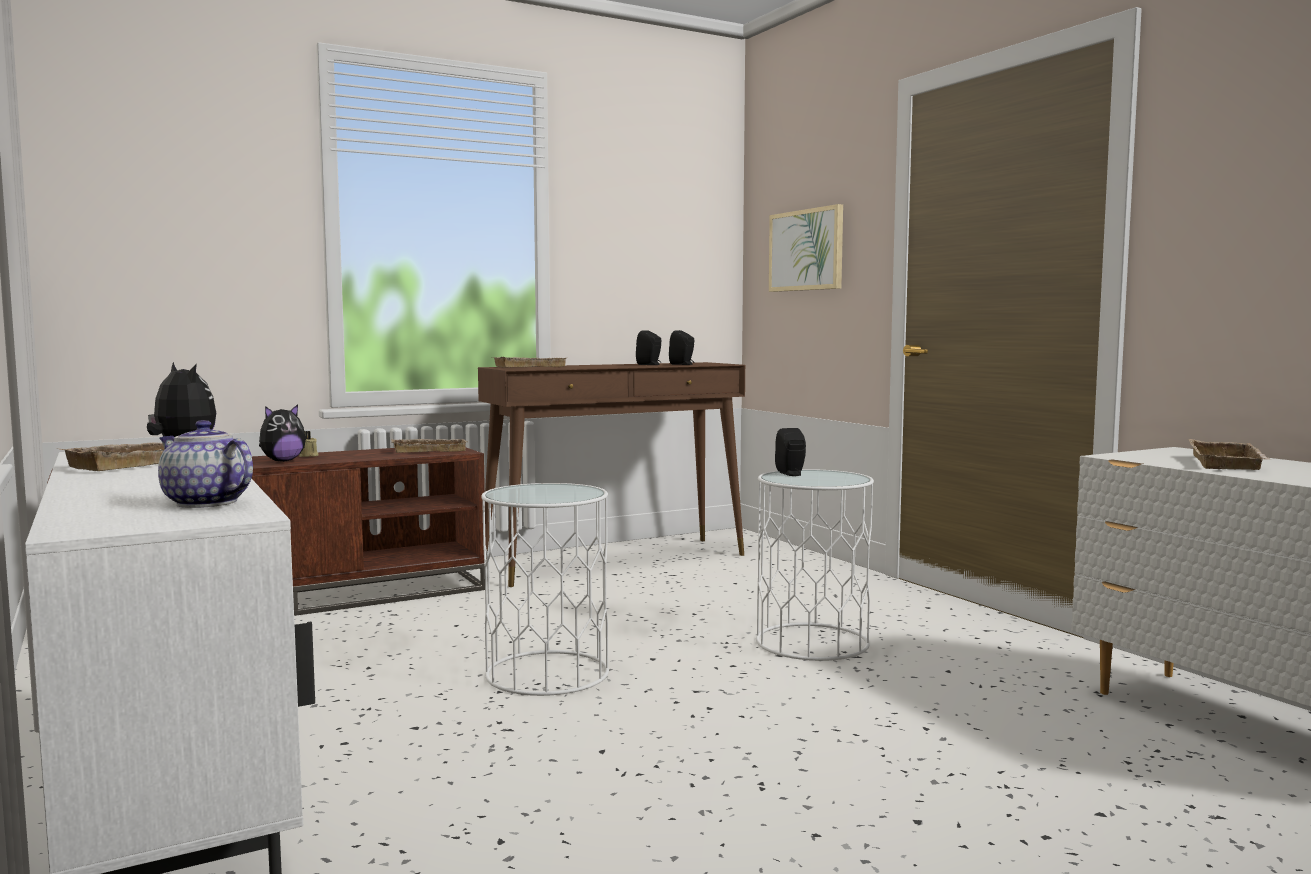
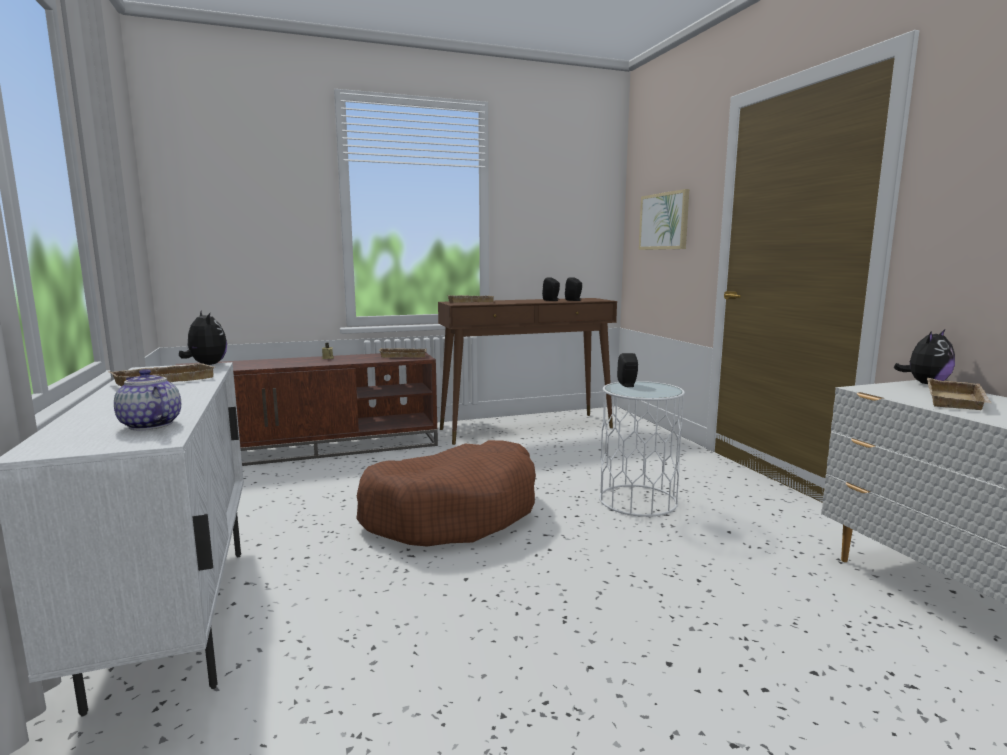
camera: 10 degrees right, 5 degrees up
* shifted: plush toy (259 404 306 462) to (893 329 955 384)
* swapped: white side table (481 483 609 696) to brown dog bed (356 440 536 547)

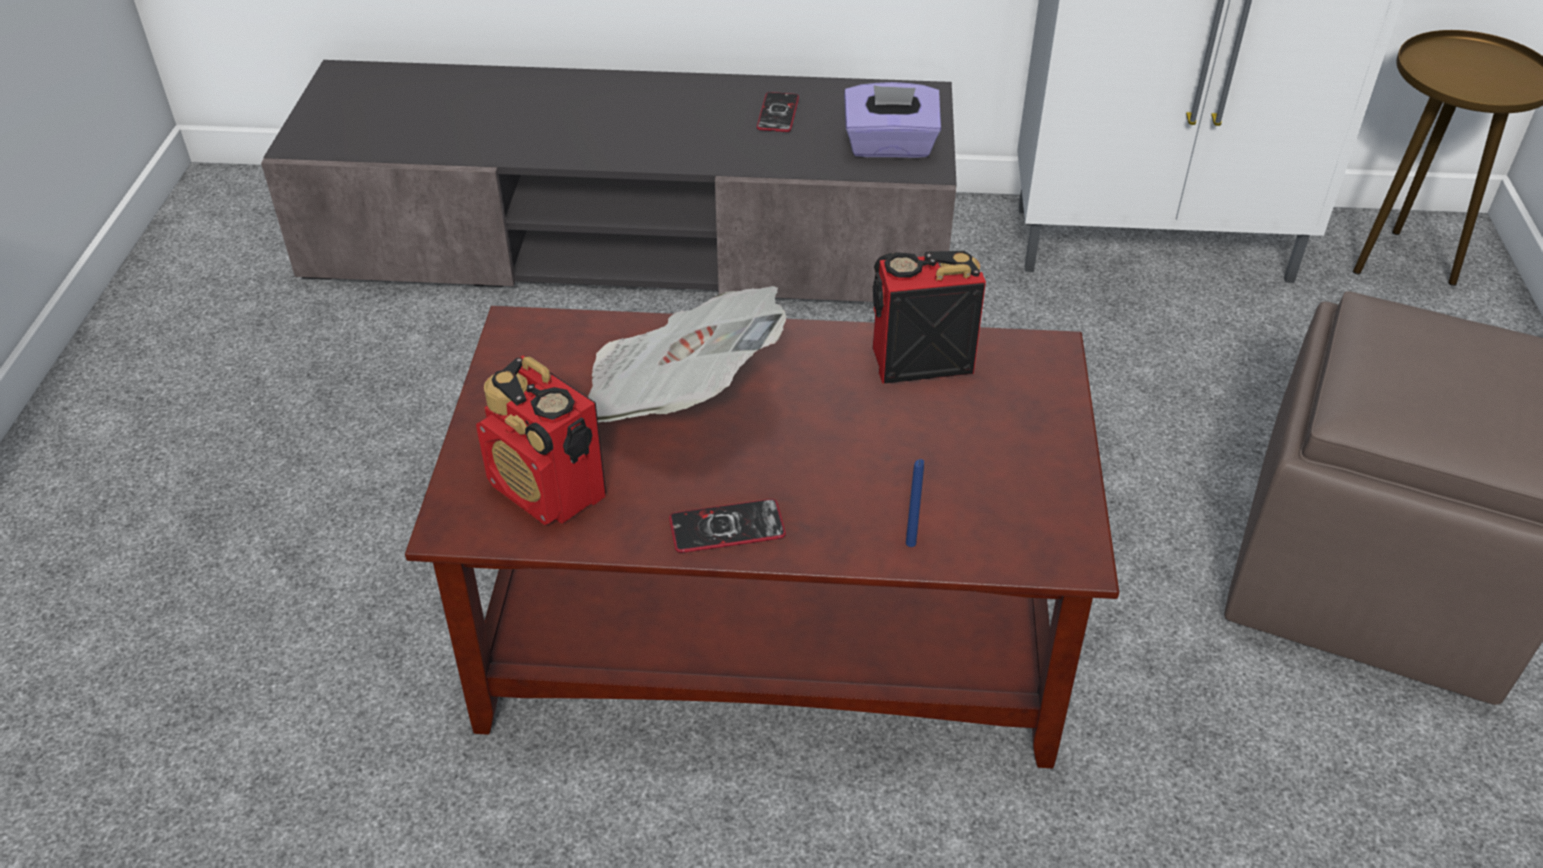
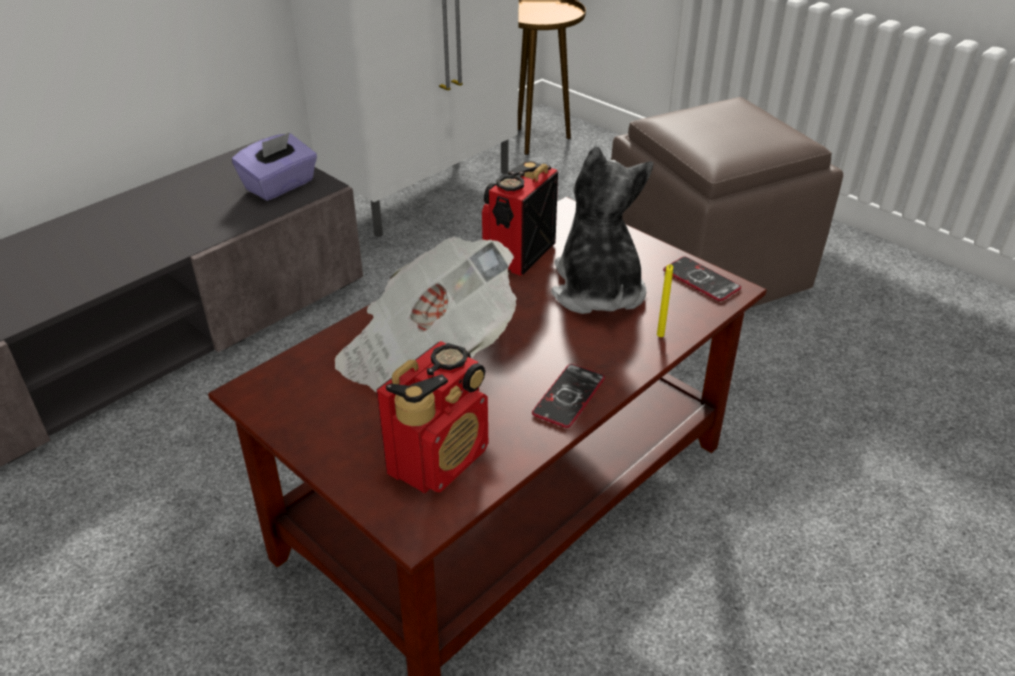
camera: 50 degrees left, 5 degrees down
* new: plush toy (552 146 654 314)
* shifted: phone (757 92 799 132) to (663 257 741 301)
* repainted: blue candle (906 459 924 547) to yellow candle (657 264 673 337)
* rotated: radio (476 356 606 525) = (377 341 488 494) 45 degrees counterclockwise

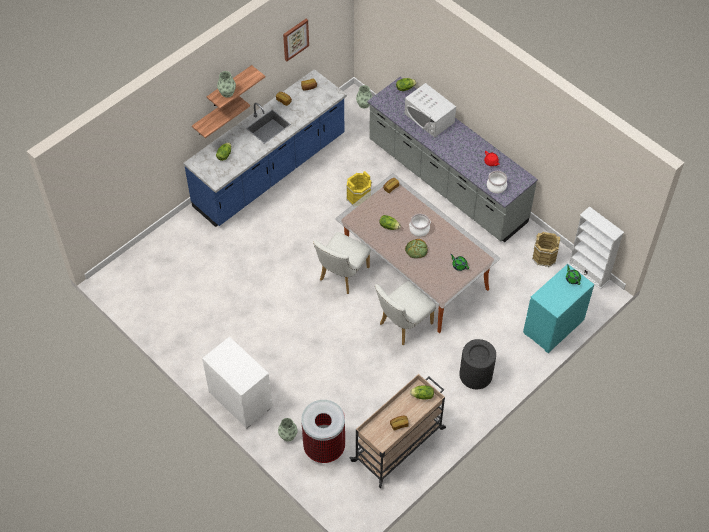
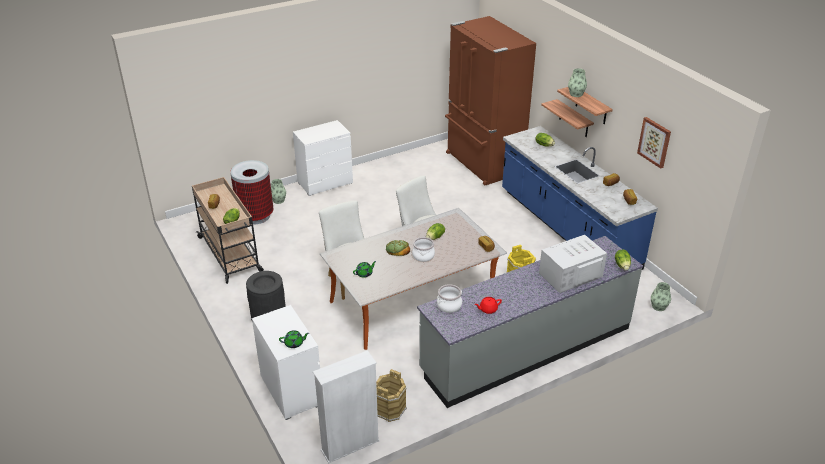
camera: 105 degrees right, 20 degrees down
* new: brown fridge (445 16 536 186)
* repainted: turquoise dresser (523 264 594 353) to white dresser (252 305 320 420)

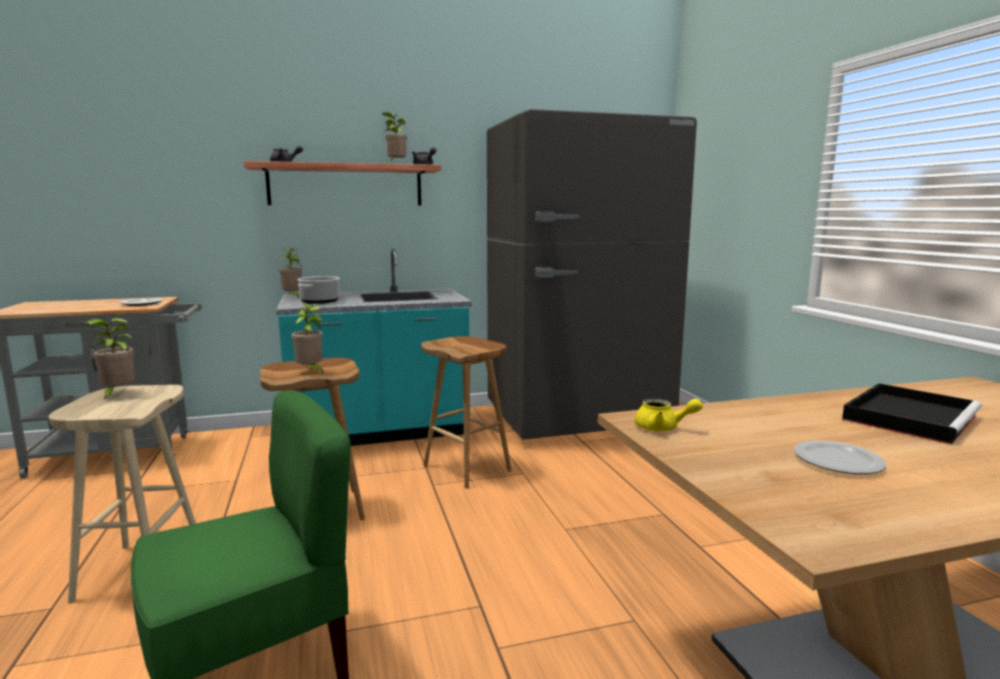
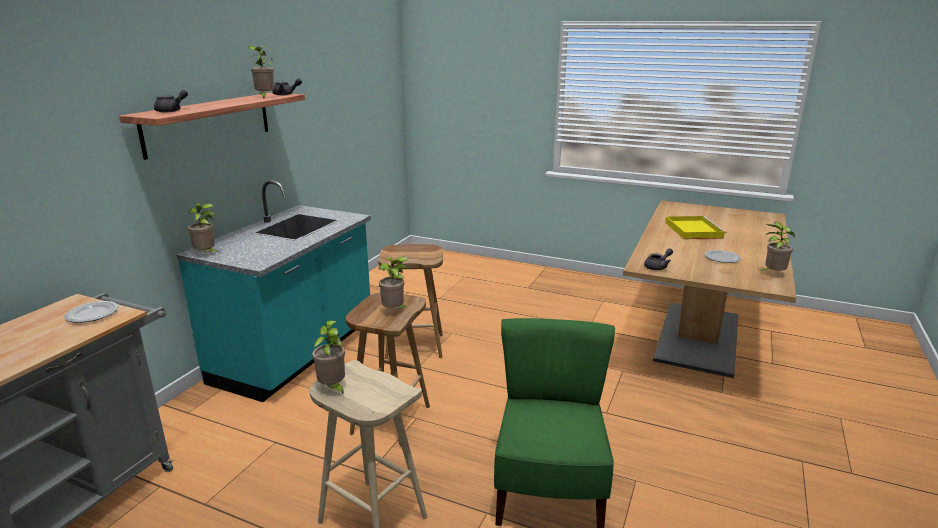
camera: 50 degrees left, 10 degrees up
* gone: cooking pot (297 276 340 304)
* gone: grey fridge (487 109 697 440)
* new: potted plant (759 222 795 272)
* repainted: yellow teapot (635 398 703 431) to grey teapot (644 248 673 270)
* repainted: black tray (842 383 982 444) to yellow tray (665 216 727 239)

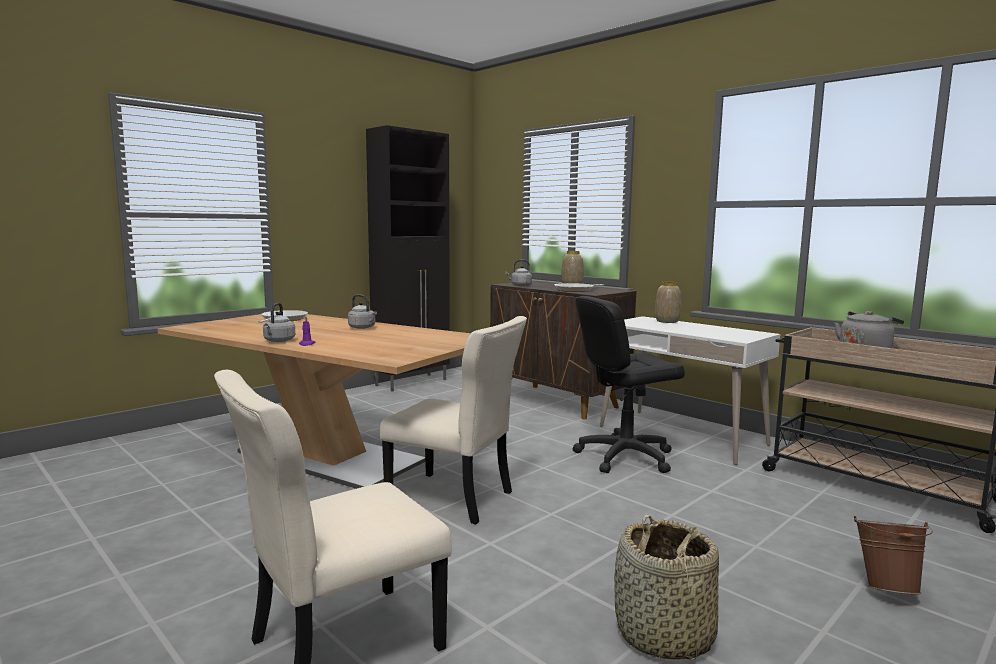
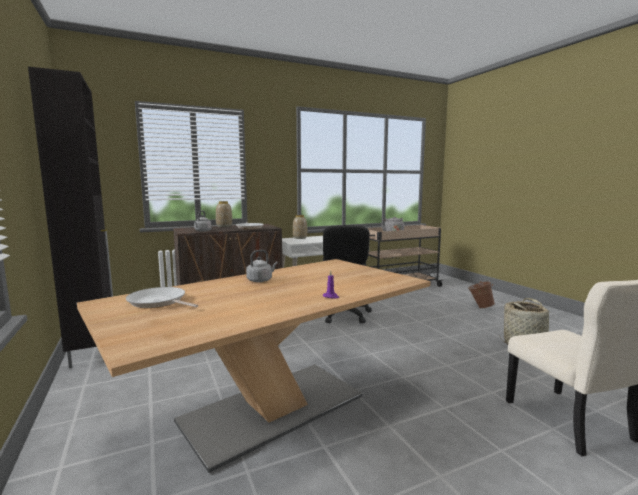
camera: 70 degrees left, 0 degrees up
* gone: grey kettle (263 303 295 342)
* gone: beige chair (380 316 527 524)

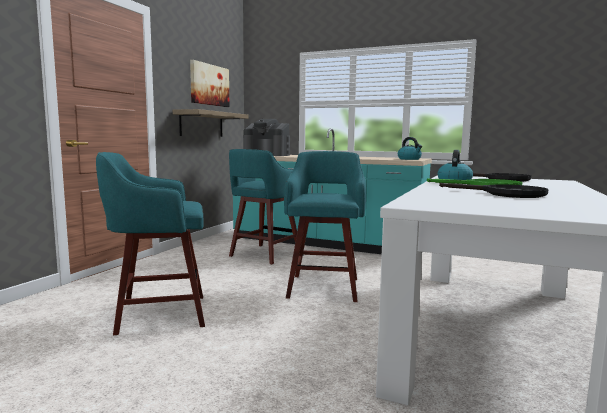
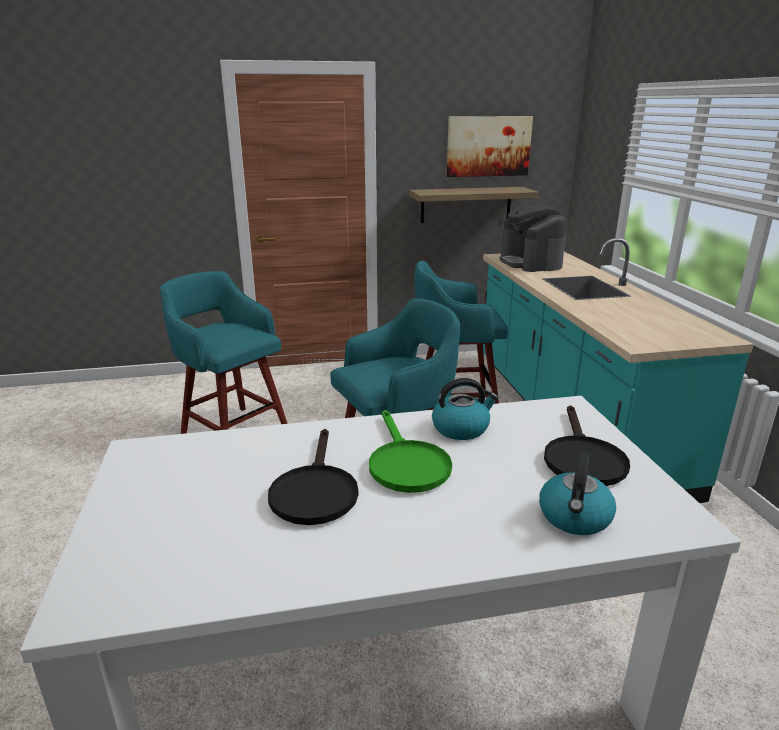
camera: 55 degrees right, 15 degrees up
* shifted: kettle (398 137 422 160) to (539 452 616 535)

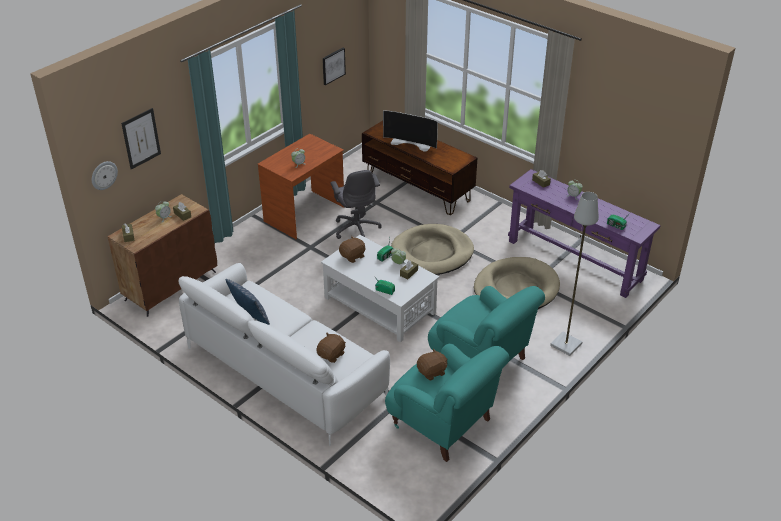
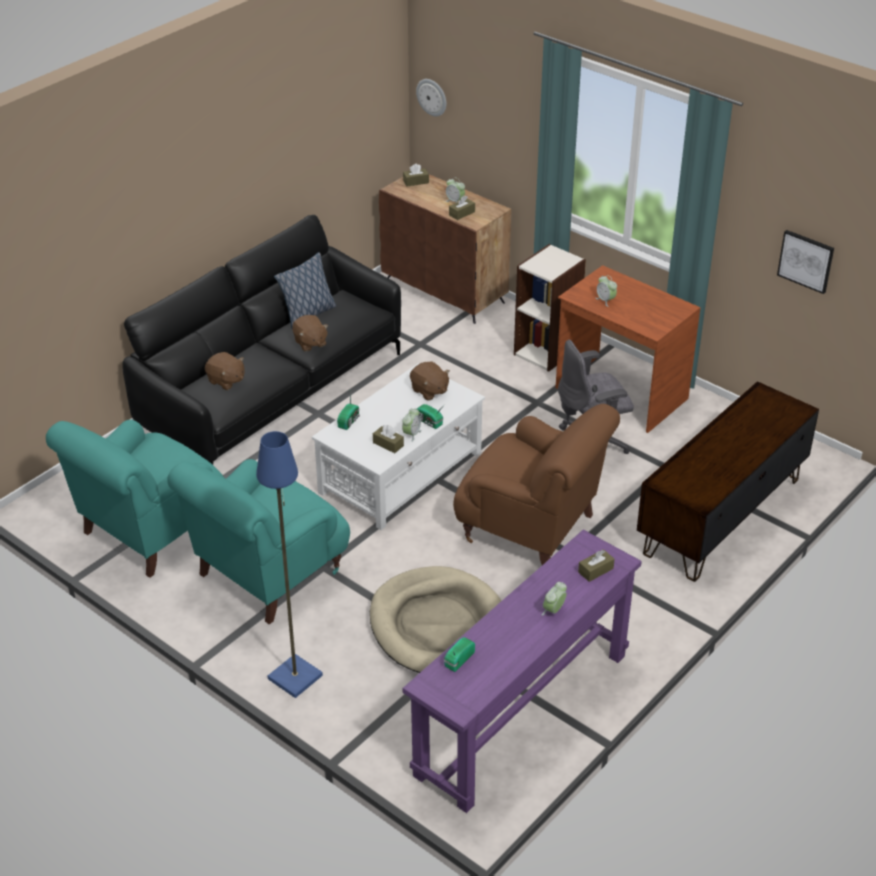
camera: 90 degrees right, 0 degrees up
* gone: picture (121 108 161 170)
* gone: television (383 110 438 152)
* new: bookcase (514 244 586 372)
* shifted: brown plush toy (417 348 448 381) to (292 315 328 352)
* swapped: beige dog bed (391 224 474 275) to brown armchair (453 404 620 565)
* repainted: white sofa (178 263 390 446) to black sofa (122 215 401 465)
* repainted: grey floor lamp (550 192 599 356) to blue floor lamp (256 431 323 698)

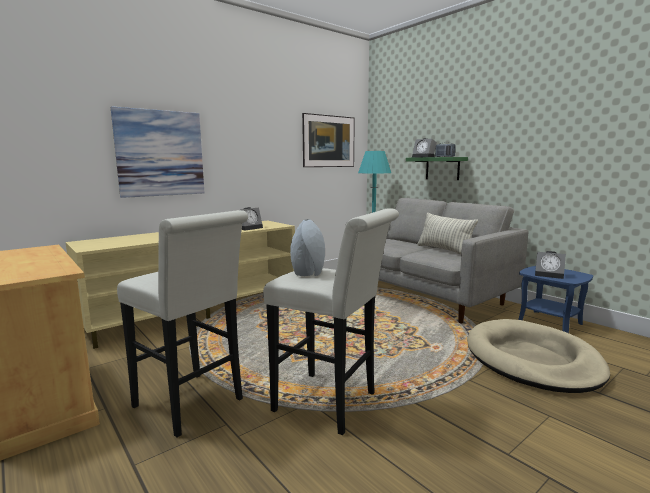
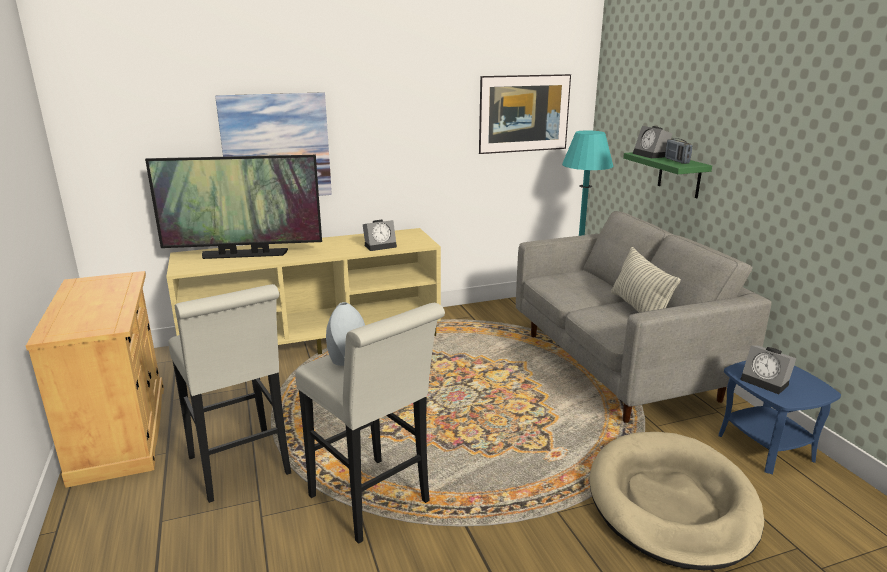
camera: 20 degrees right, 10 degrees up
* new: television (145 155 322 259)

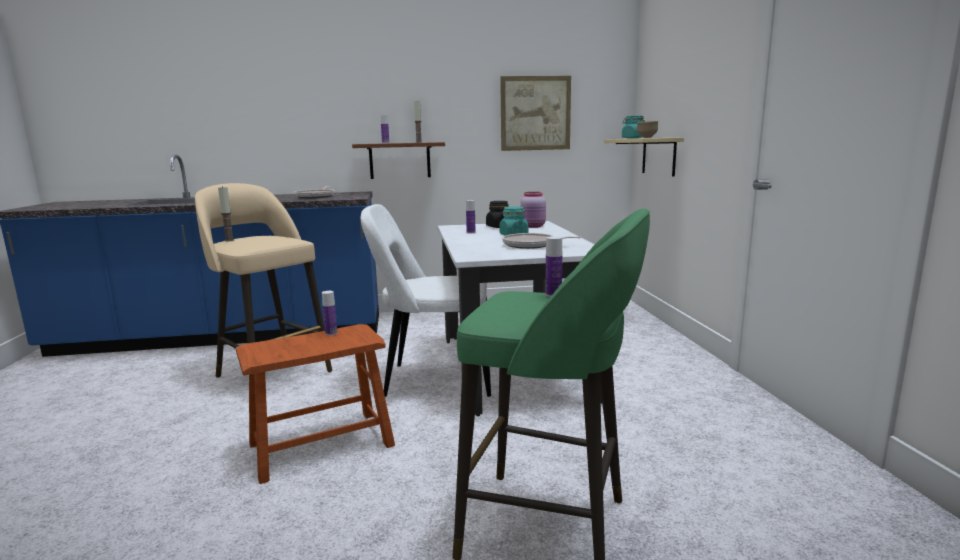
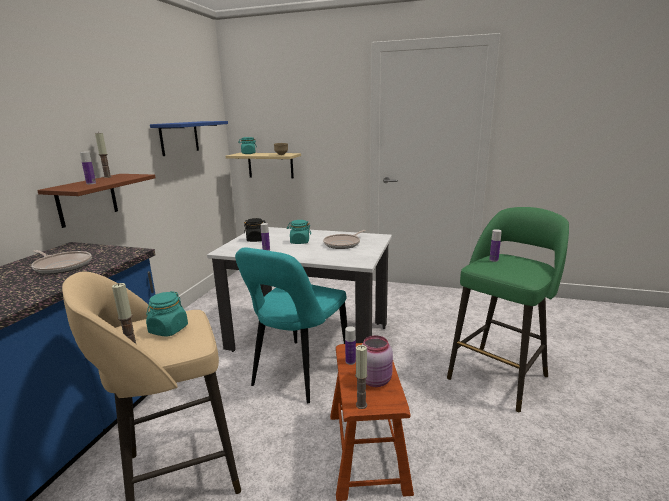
camera: 65 degrees left, 5 degrees up
* new: turquoise jar (146 291 188 337)
* new: candle (355 345 368 409)
* shifted: pink jar (520 192 546 228) to (362 335 393 387)
* swapped: picture (500 76 571 151) to blue shelf (150 121 228 156)
* repainted: white chair (361 204 491 397) to turquoise chair (235 247 347 403)

